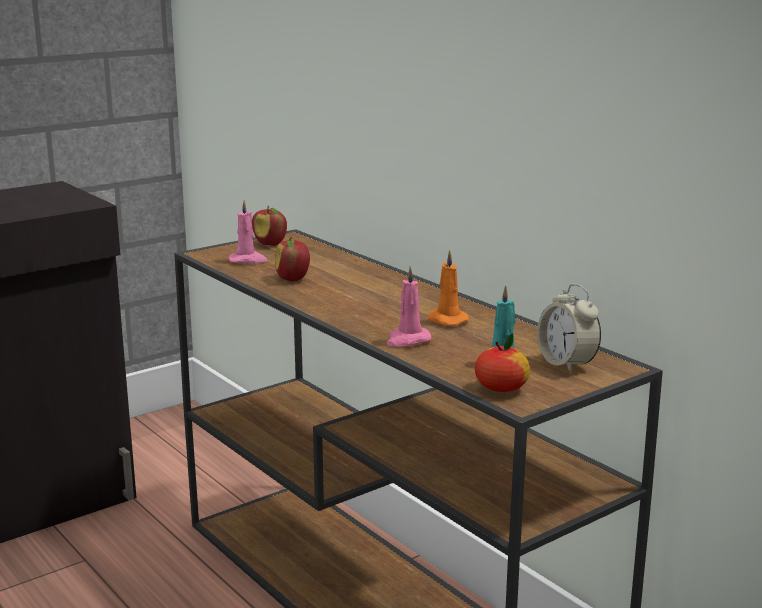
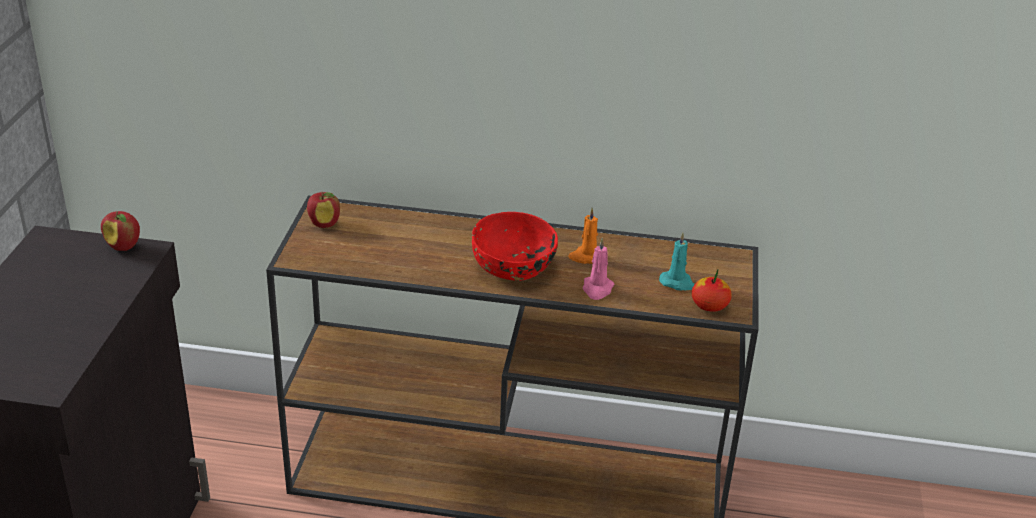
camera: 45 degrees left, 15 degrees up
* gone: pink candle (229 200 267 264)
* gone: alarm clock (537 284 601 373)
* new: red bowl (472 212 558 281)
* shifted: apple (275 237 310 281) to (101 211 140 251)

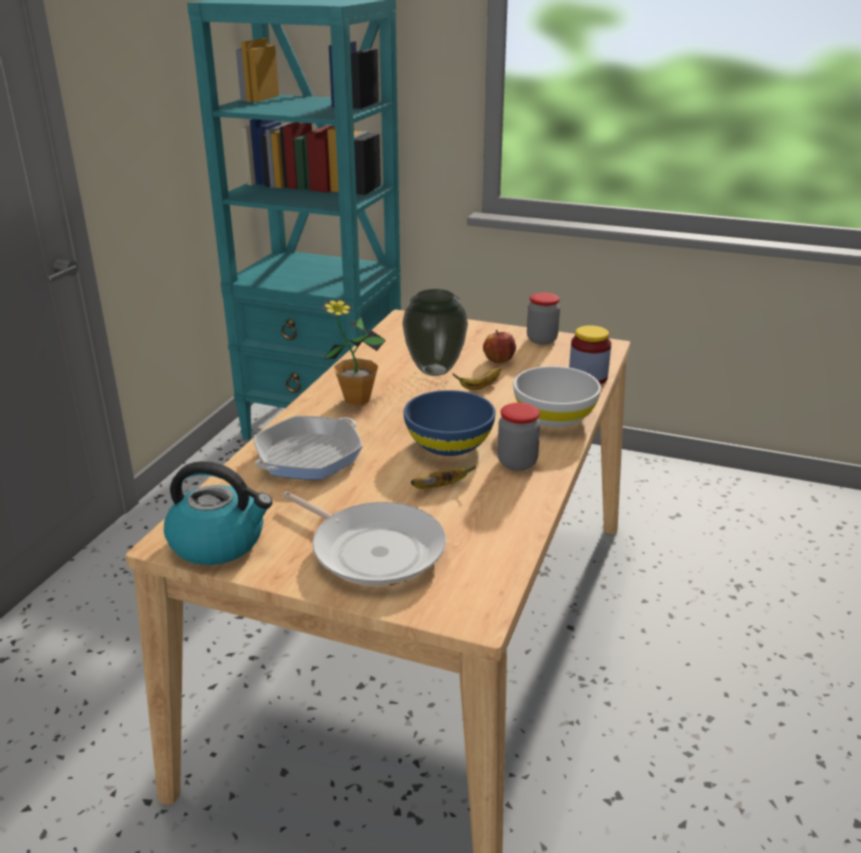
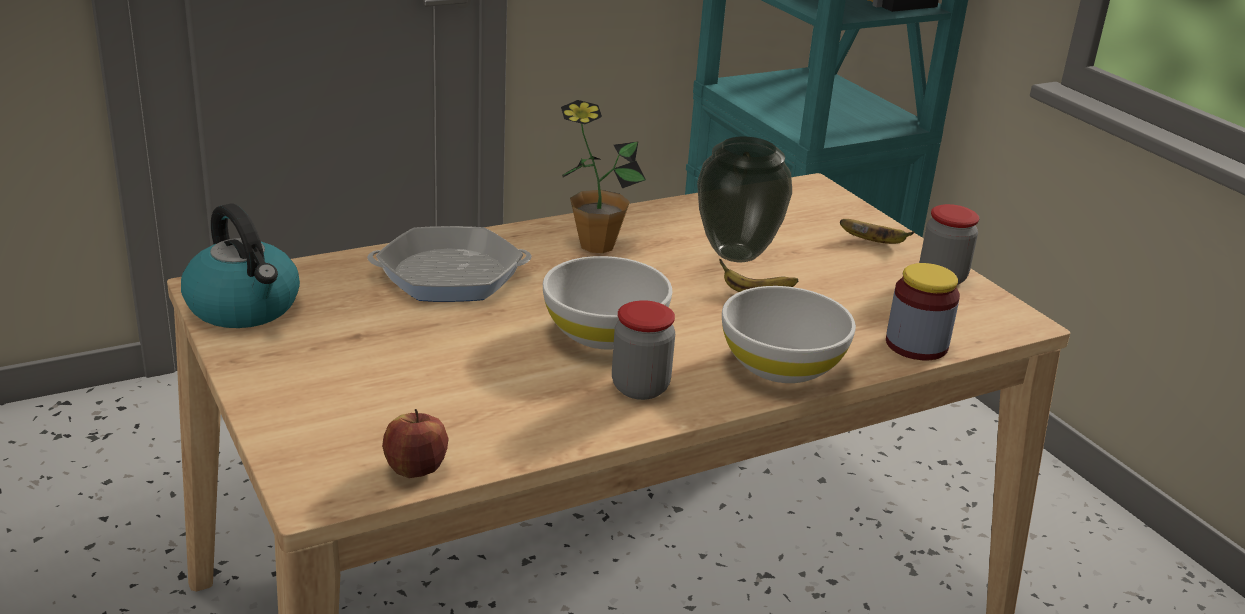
camera: 40 degrees right, 0 degrees up
* gone: frying pan (282 491 446 586)
* shifted: banana (411 466 476 489) to (840 219 914 244)
* shifted: apple (483 330 516 363) to (382 409 449 478)
* repainted: blue bowl (403 390 496 456) to white bowl (543 256 672 349)

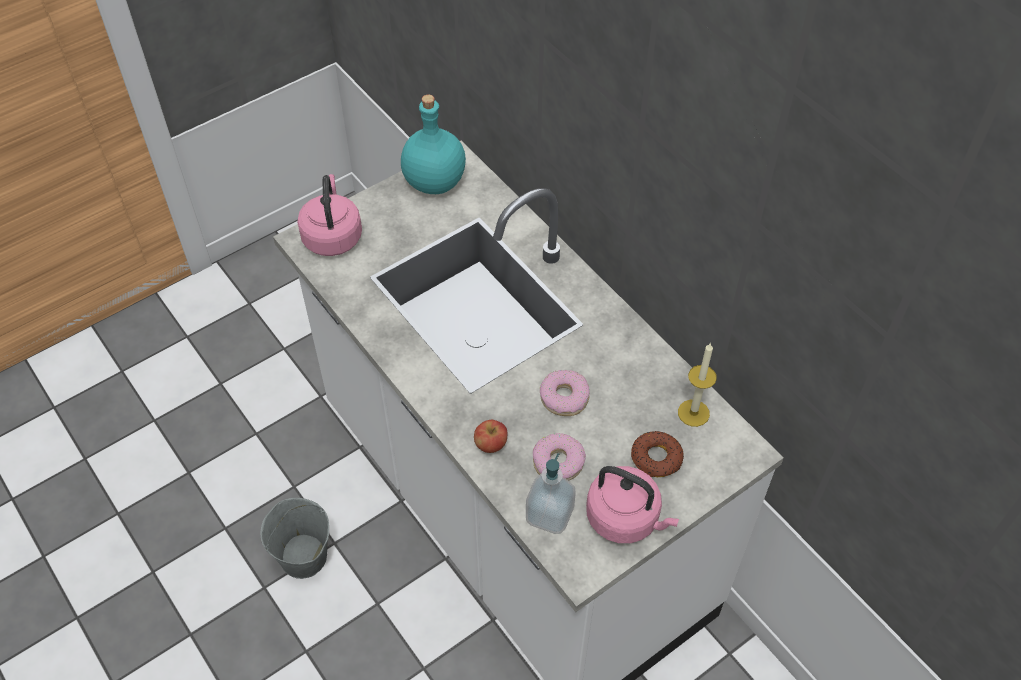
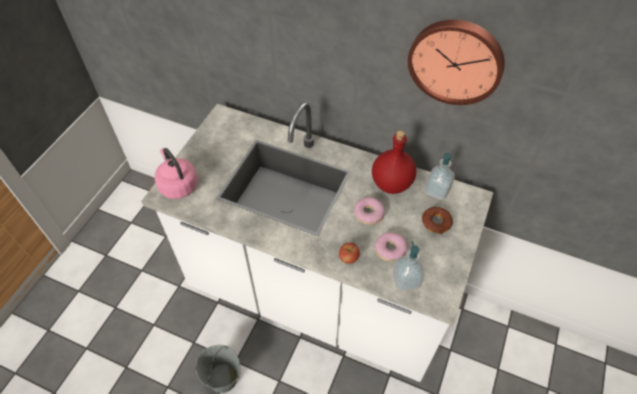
camera: 30 degrees left, 0 degrees up
* gone: turquoise bottle (401 95 466 194)
* gone: pink kettle (586 466 679 543)
* new: red bottle (372 131 416 194)
* new: wall clock (408 20 505 105)
* swapped: candle (678 343 717 427) to soap dispenser (424 153 455 200)

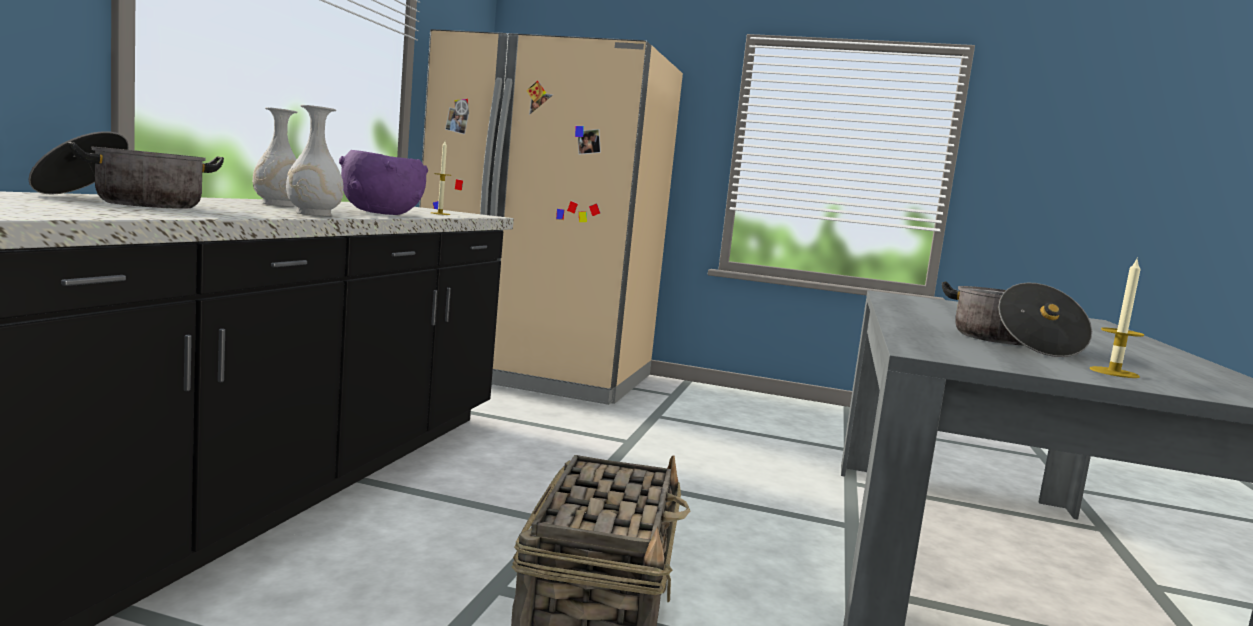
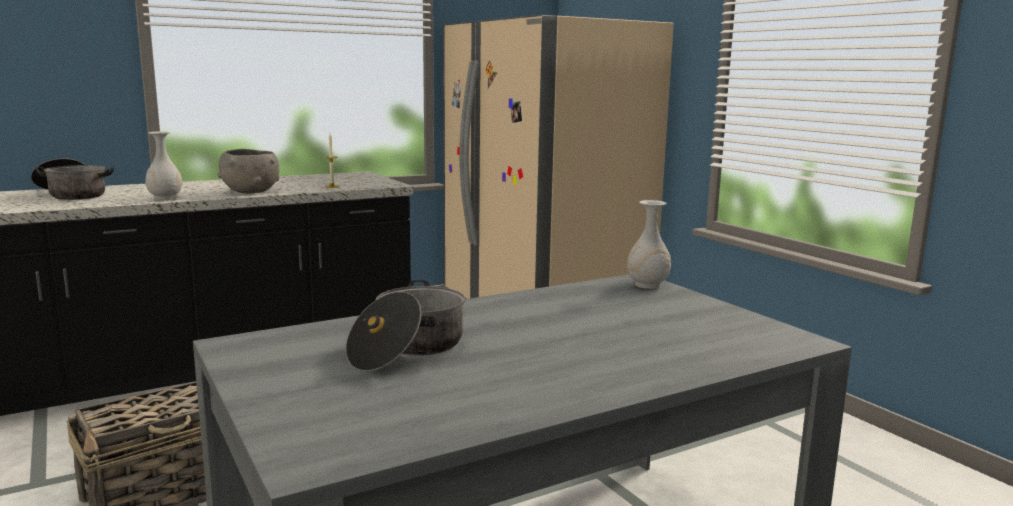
camera: 45 degrees right, 5 degrees up
* gone: candle (1090 257 1144 378)
* shifted: white vase (252 107 298 206) to (627 200 671 289)
* repainted: purple bowl (339 150 428 215) to grey bowl (218 149 280 194)

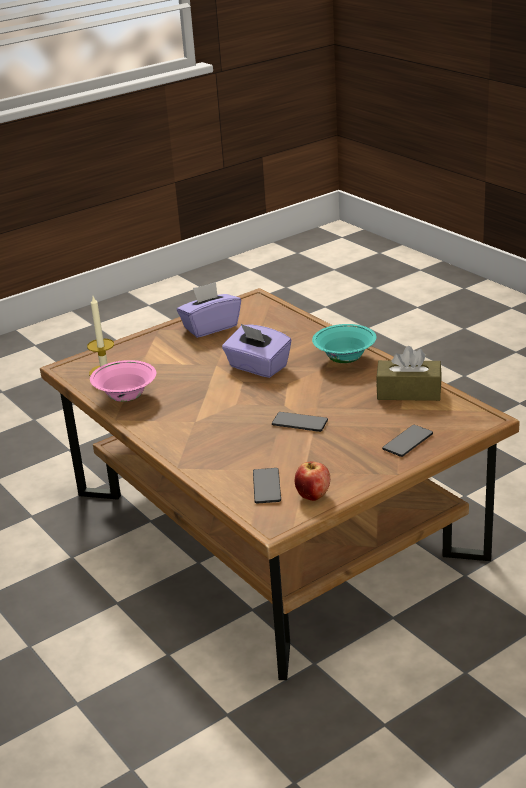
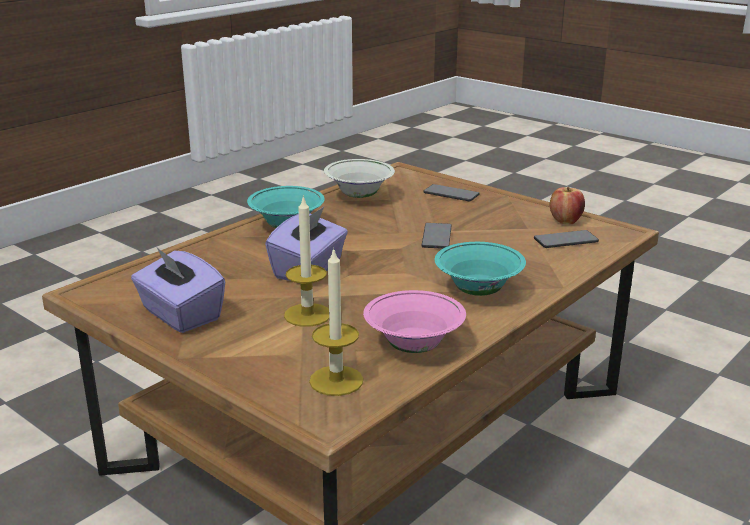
camera: 105 degrees left, 5 degrees down
* new: candle (284 196 329 327)
* new: turquoise bowl (435 242 526 296)
* swapped: brown tissue box (376 346 442 401) to white bowl (324 159 395 198)

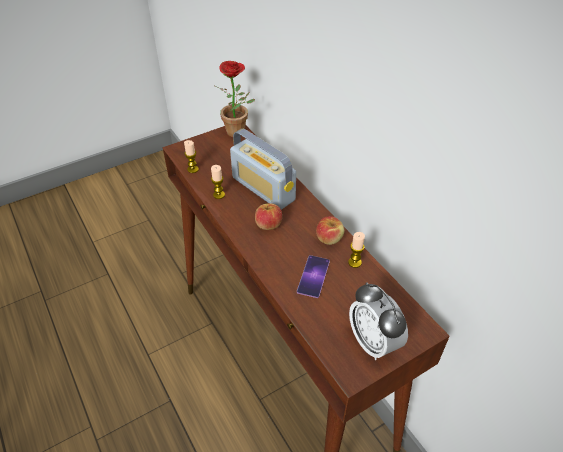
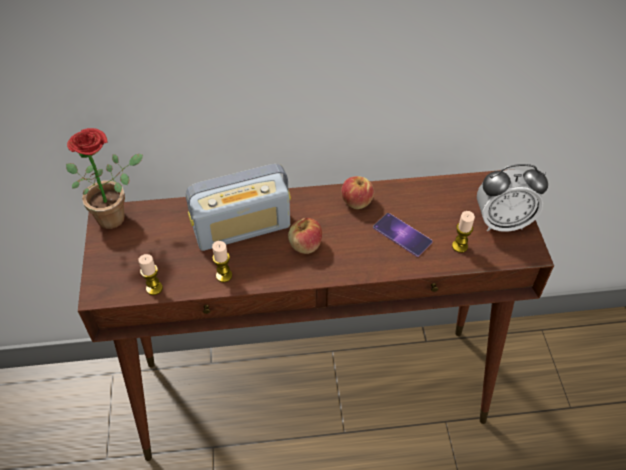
camera: 65 degrees left, 5 degrees up
* shifted: candle (348 232 365 268) to (452 211 475 253)

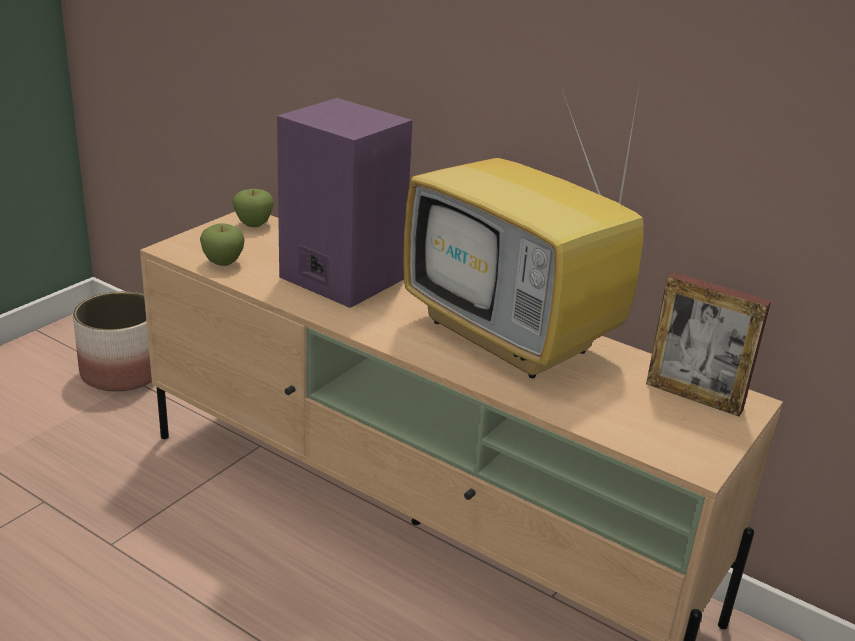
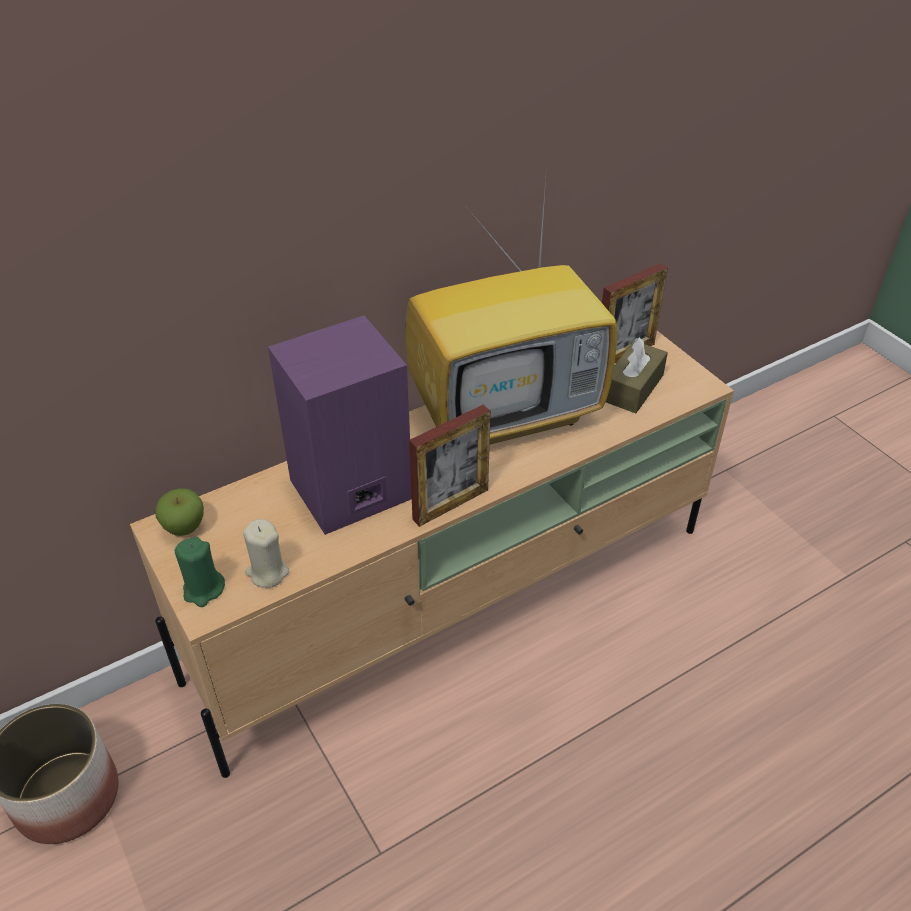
camera: 65 degrees left, 15 degrees up
* new: green candle (175 537 225 607)
* new: picture frame (409 405 491 527)
* new: brown tissue box (606 337 668 413)
* swapped: apple (200 223 244 266) to beige candle (243 519 289 588)

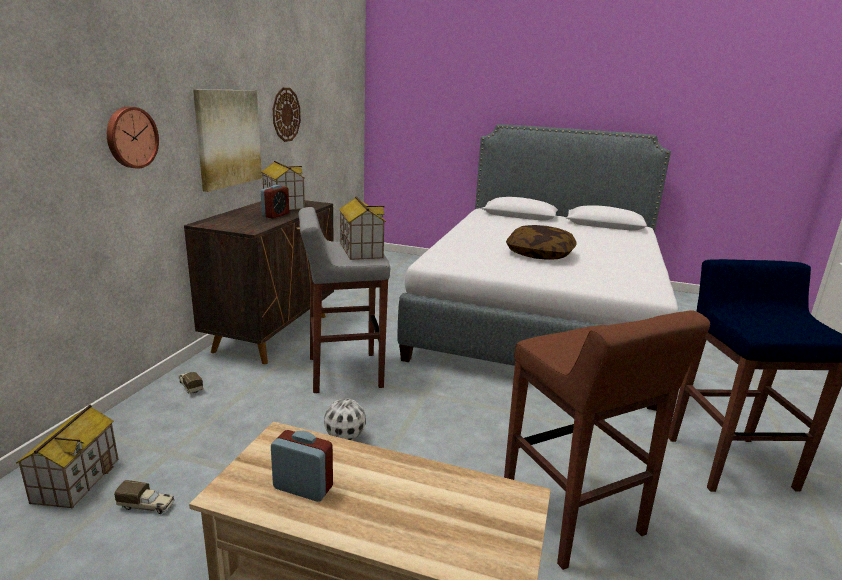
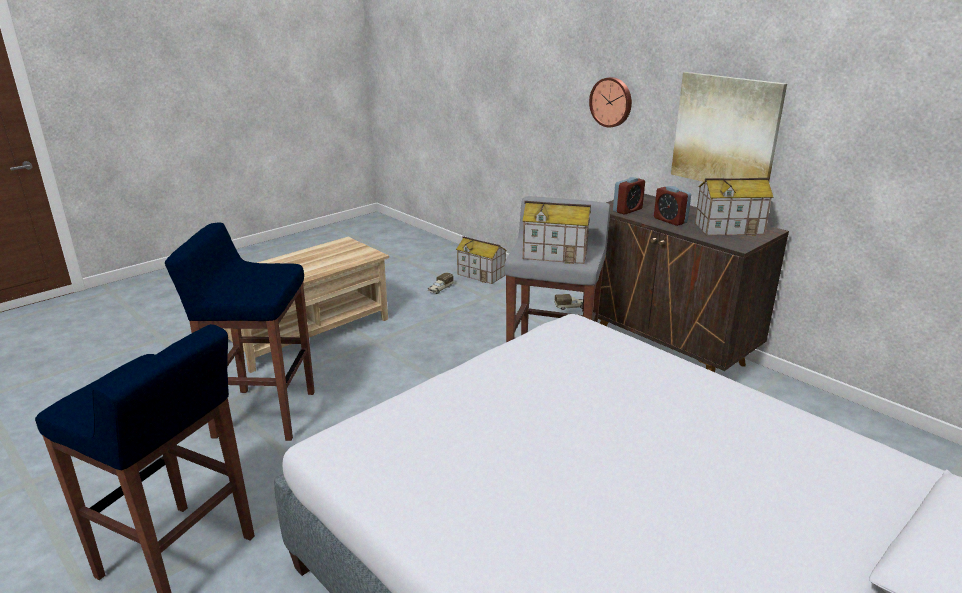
camera: 120 degrees right, 5 degrees up
* gone: wall clock (273 88 301 142)
* gone: football (324 399 366 440)
* gone: pillow (506 225 577 260)
* shifted: alarm clock (271 430 333 502) to (613 177 645 215)
* repainted: brown stool (504 310 710 570) to blue stool (165 223 315 441)

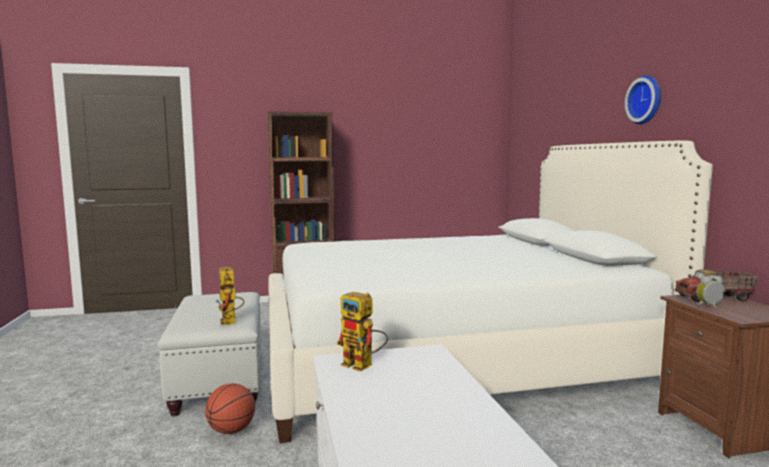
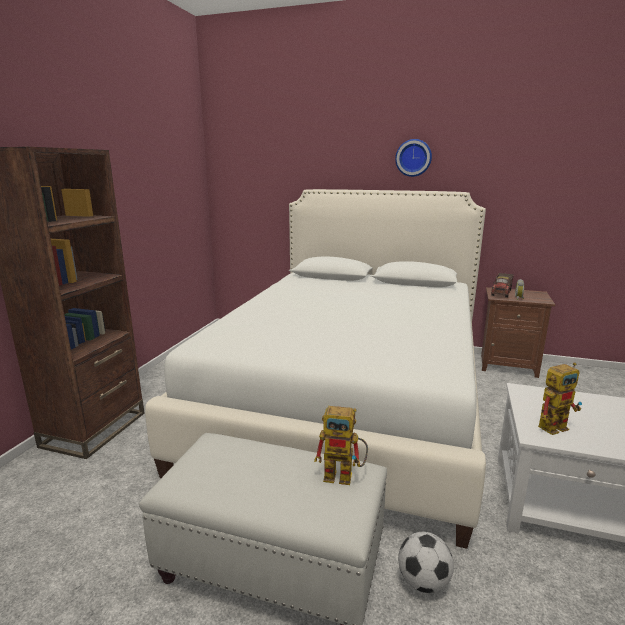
camera: 60 degrees left, 10 degrees up
* swapped: basketball (205 383 255 434) to football (398 532 454 593)

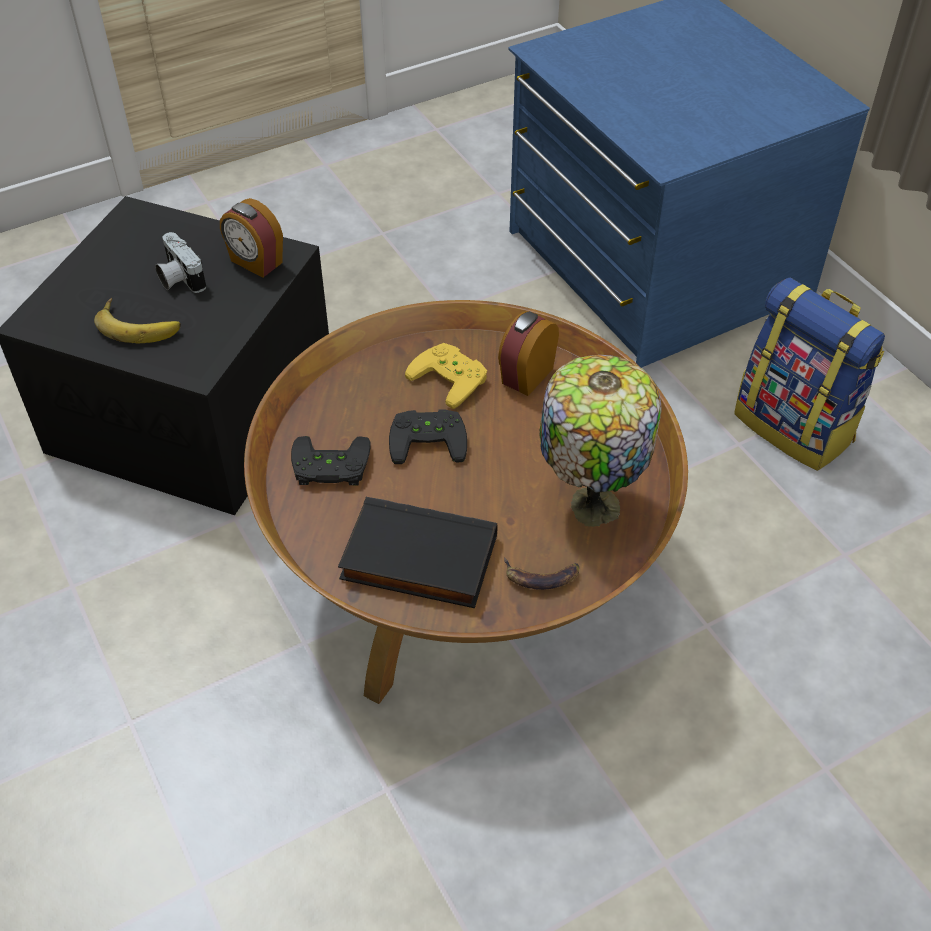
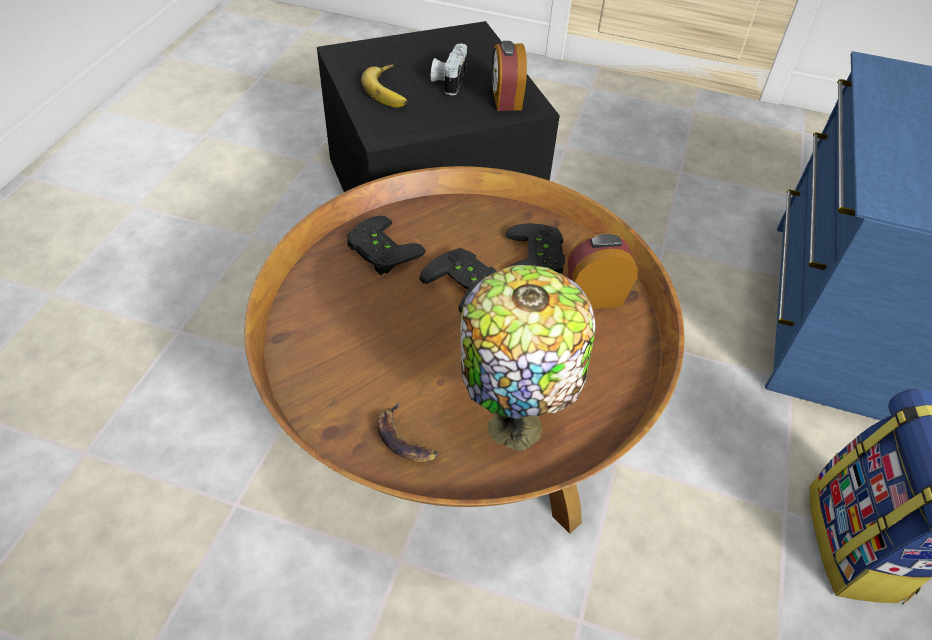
camera: 45 degrees right, 0 degrees up
* gone: black book (338 497 498 608)
* repainted: yellow game controller (405 343 487 409) to black game controller (506 223 565 274)

